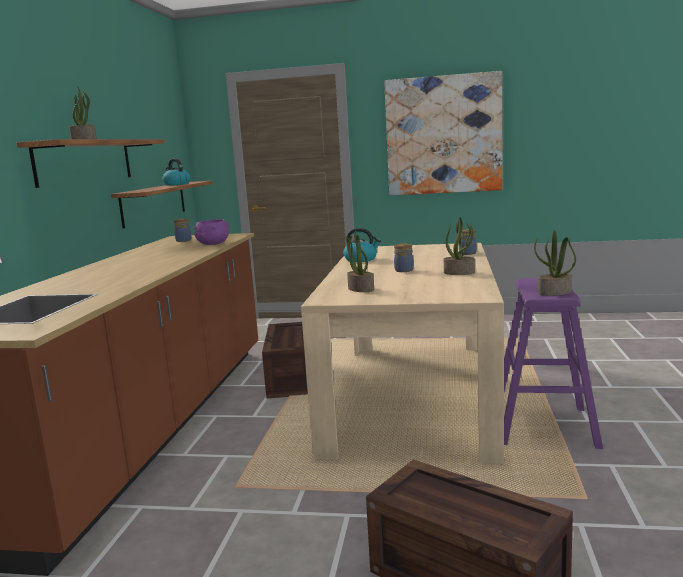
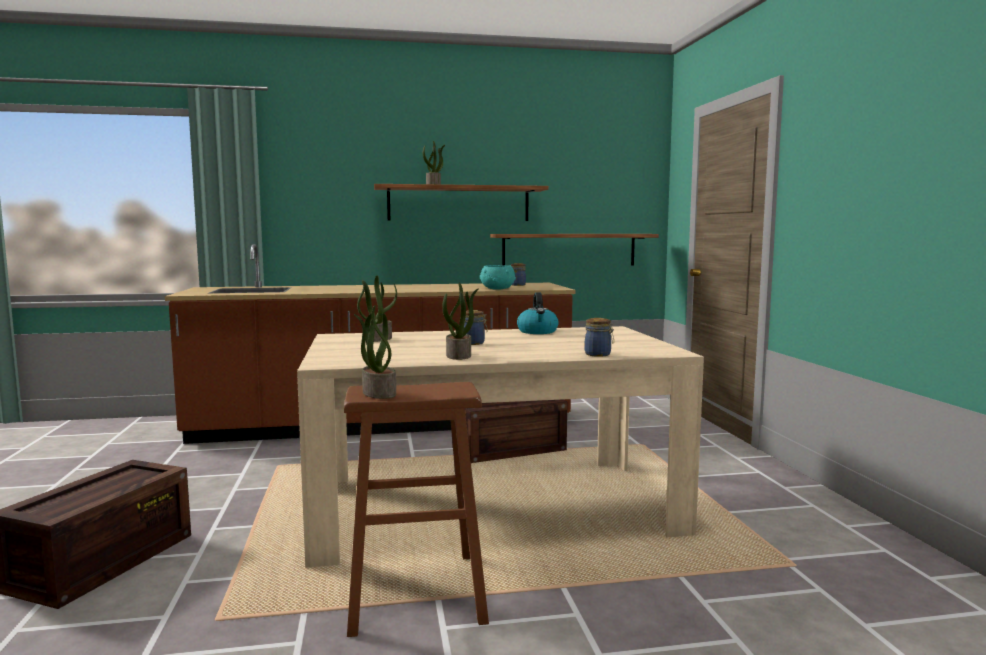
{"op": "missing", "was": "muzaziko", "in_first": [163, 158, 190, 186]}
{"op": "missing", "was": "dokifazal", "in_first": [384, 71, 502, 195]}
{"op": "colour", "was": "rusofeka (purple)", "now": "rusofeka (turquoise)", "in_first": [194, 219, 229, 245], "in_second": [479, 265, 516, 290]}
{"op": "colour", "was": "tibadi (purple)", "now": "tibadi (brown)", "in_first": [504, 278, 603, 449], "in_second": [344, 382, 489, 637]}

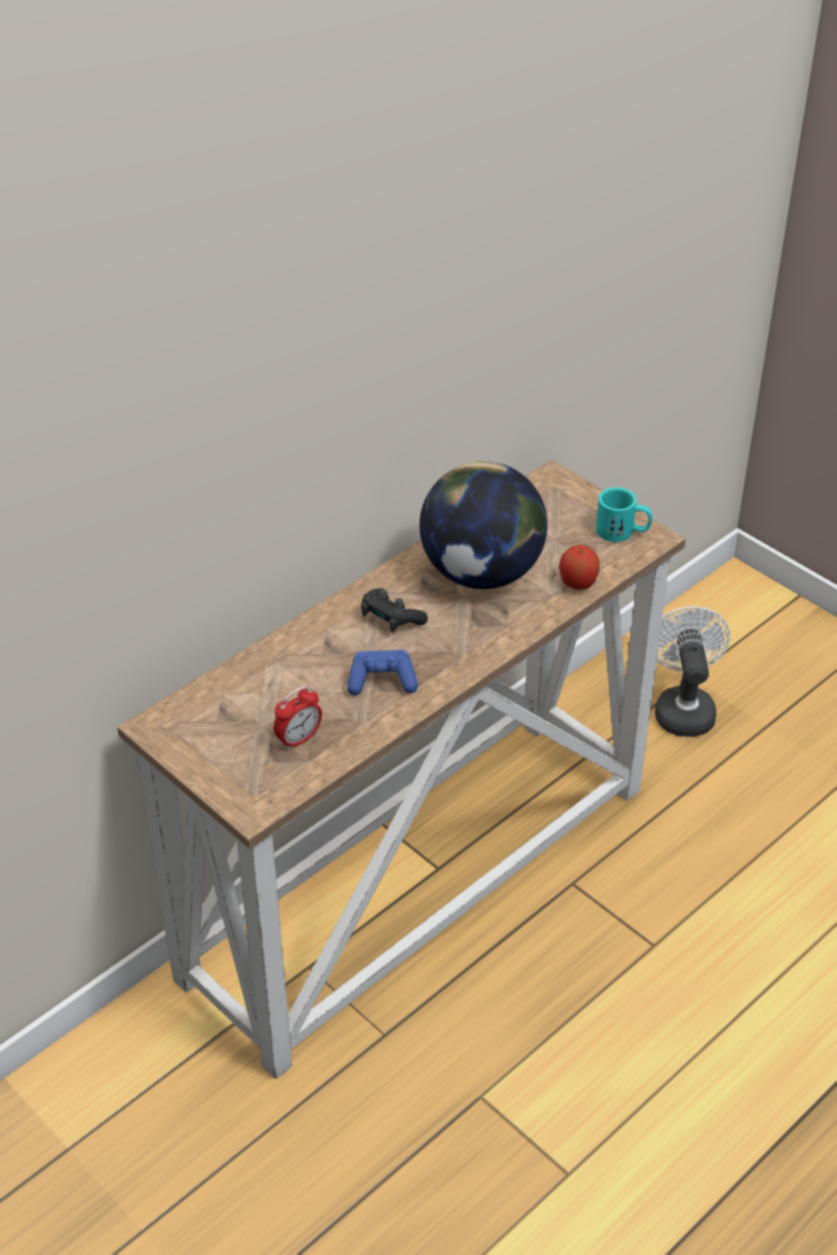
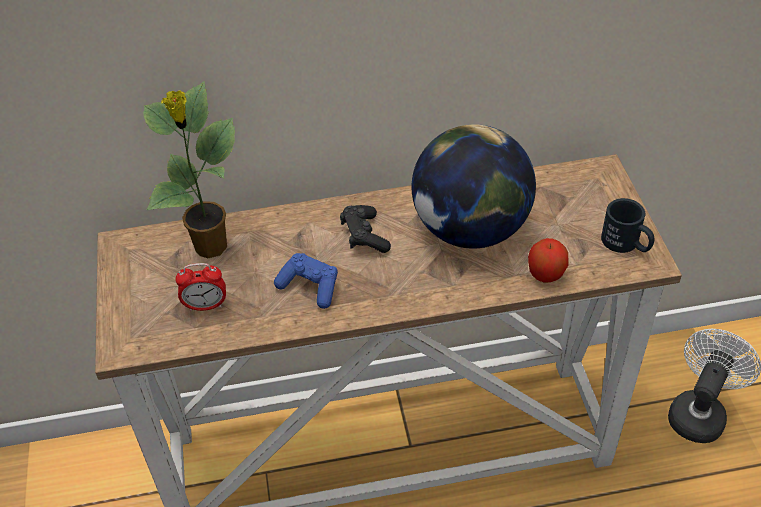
{"op": "appeared", "now": "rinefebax", "in_second": [143, 81, 235, 258]}
{"op": "colour", "was": "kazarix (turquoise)", "now": "kazarix (black)", "in_first": [596, 487, 652, 542], "in_second": [601, 198, 654, 253]}

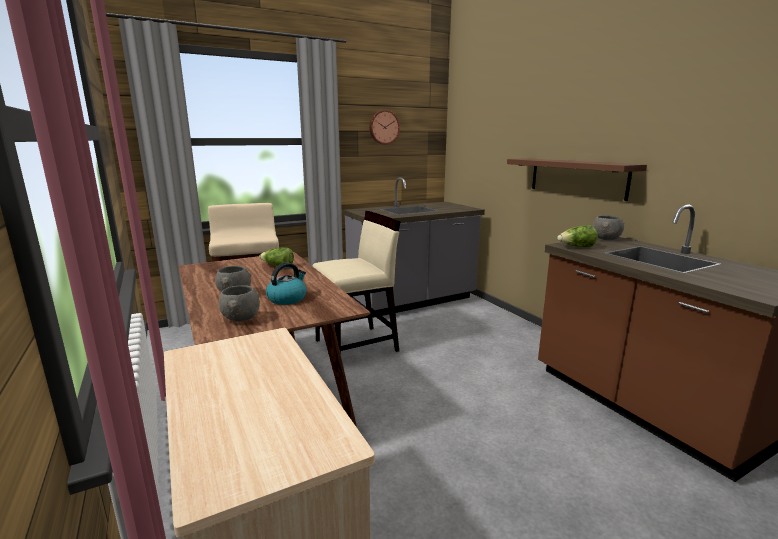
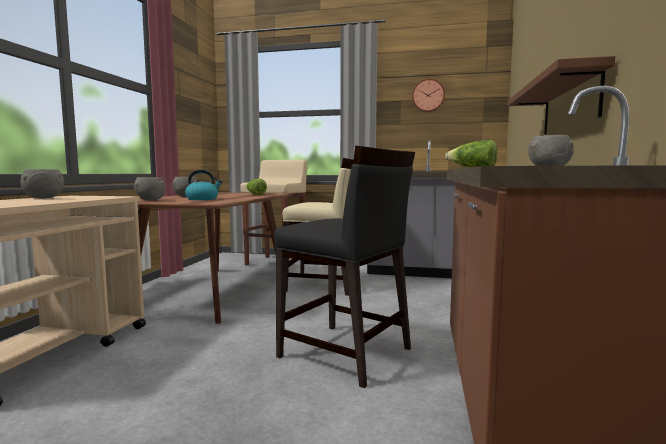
{"op": "appeared", "now": "rusofeka (grey)", "in_second": [20, 169, 64, 199]}
{"op": "appeared", "now": "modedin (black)", "in_second": [274, 146, 415, 388]}

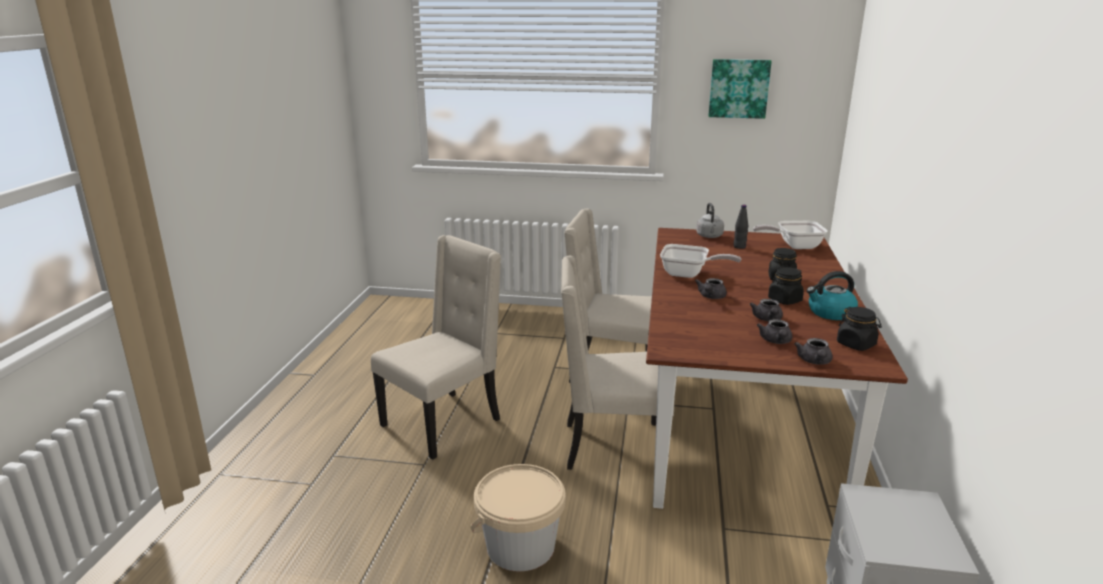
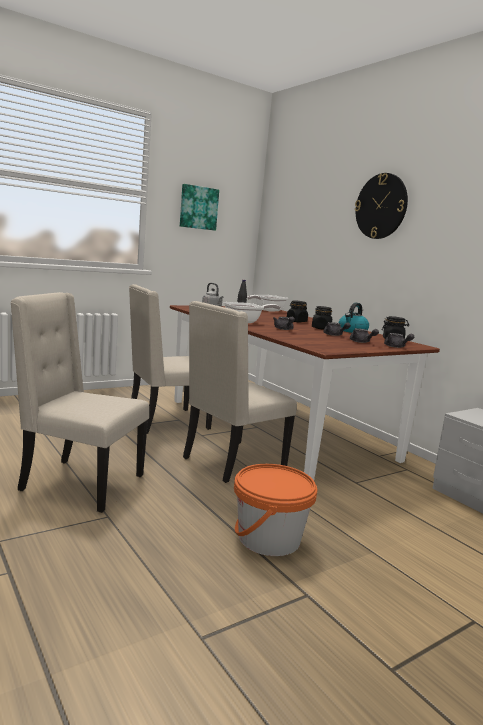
{"op": "appeared", "now": "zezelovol", "in_second": [355, 173, 408, 239]}
{"op": "colour", "was": "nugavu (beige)", "now": "nugavu (orange)", "in_first": [470, 464, 566, 571], "in_second": [234, 464, 318, 556]}
{"op": "spun", "was": "modedin (beige)", "in_first": [371, 235, 501, 460], "in_second": [10, 292, 149, 513], "clockwise": -75}

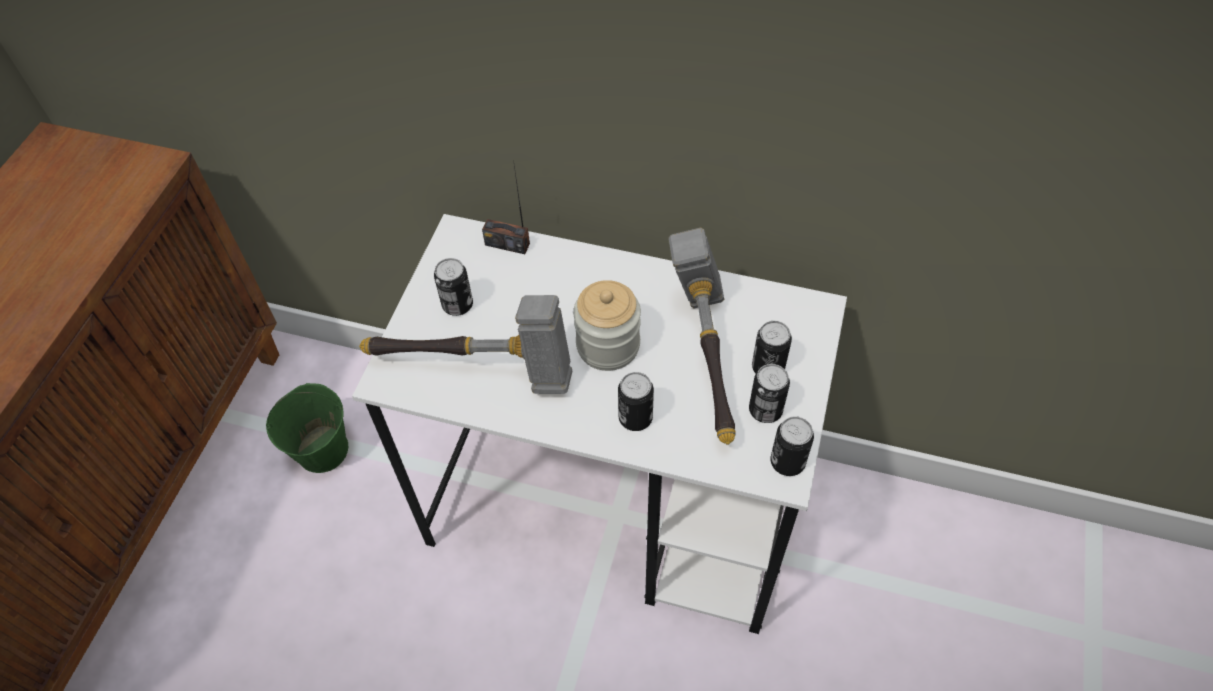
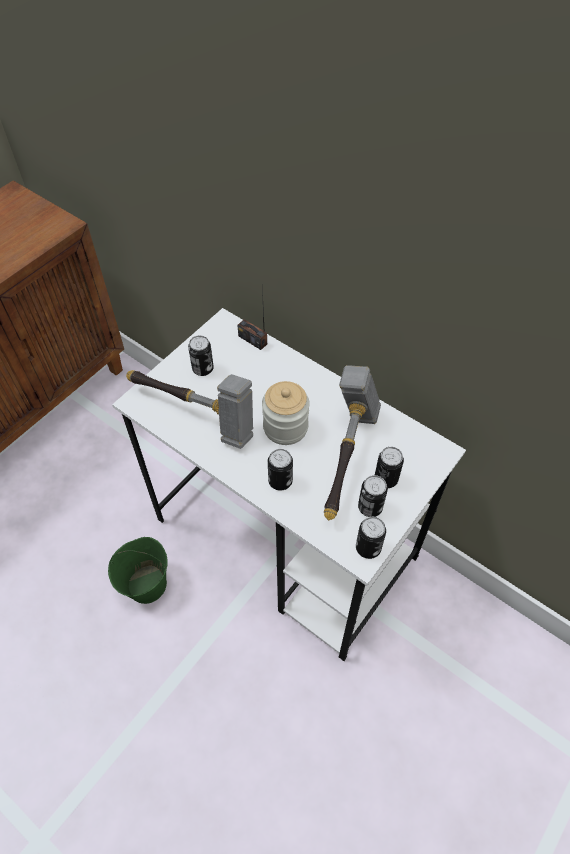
{"op": "relocated", "was": "nugavu (green)", "in_first": [266, 383, 348, 473], "in_second": [108, 537, 168, 604]}

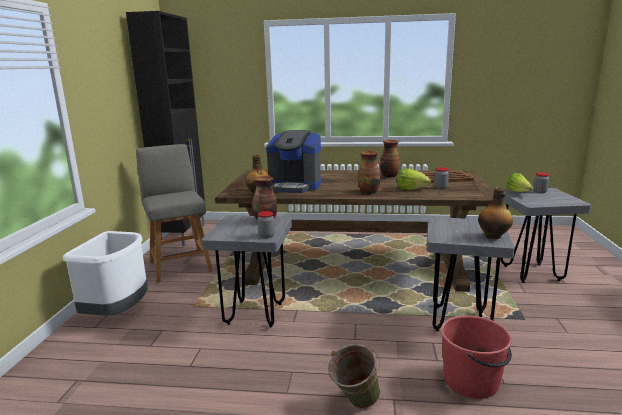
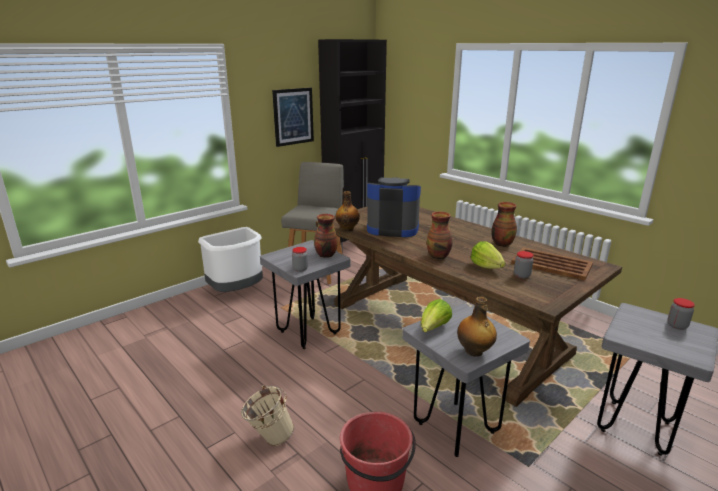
{"op": "appeared", "now": "dokifazal", "in_second": [272, 87, 314, 147]}
{"op": "relocated", "was": "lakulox", "in_first": [507, 173, 534, 192], "in_second": [421, 299, 452, 332]}
{"op": "colour", "was": "nugavu (green)", "now": "nugavu (beige)", "in_first": [328, 344, 380, 409], "in_second": [241, 385, 295, 446]}
{"op": "spun", "was": "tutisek", "in_first": [266, 130, 321, 193], "in_second": [367, 177, 421, 237], "clockwise": 135}

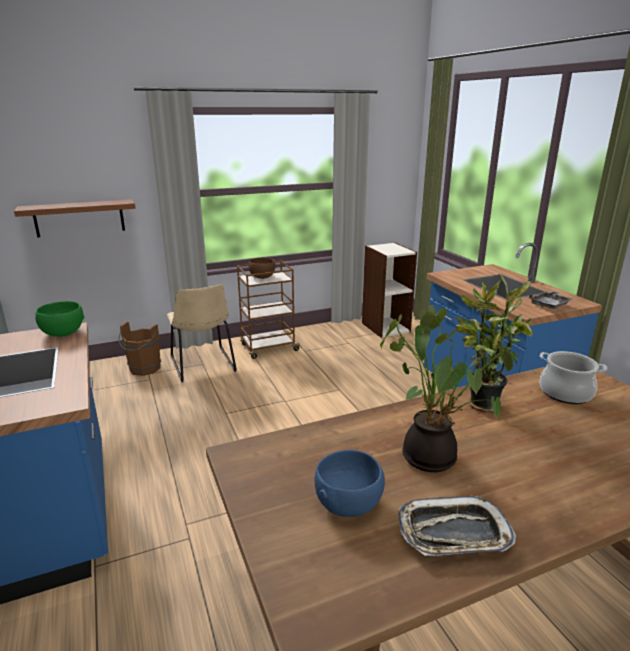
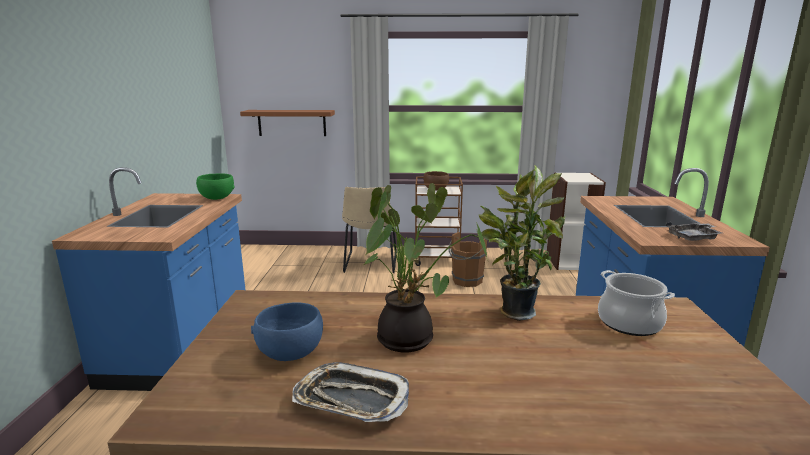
{"op": "relocated", "was": "nugavu (brown)", "in_first": [119, 322, 161, 376], "in_second": [449, 232, 487, 287]}

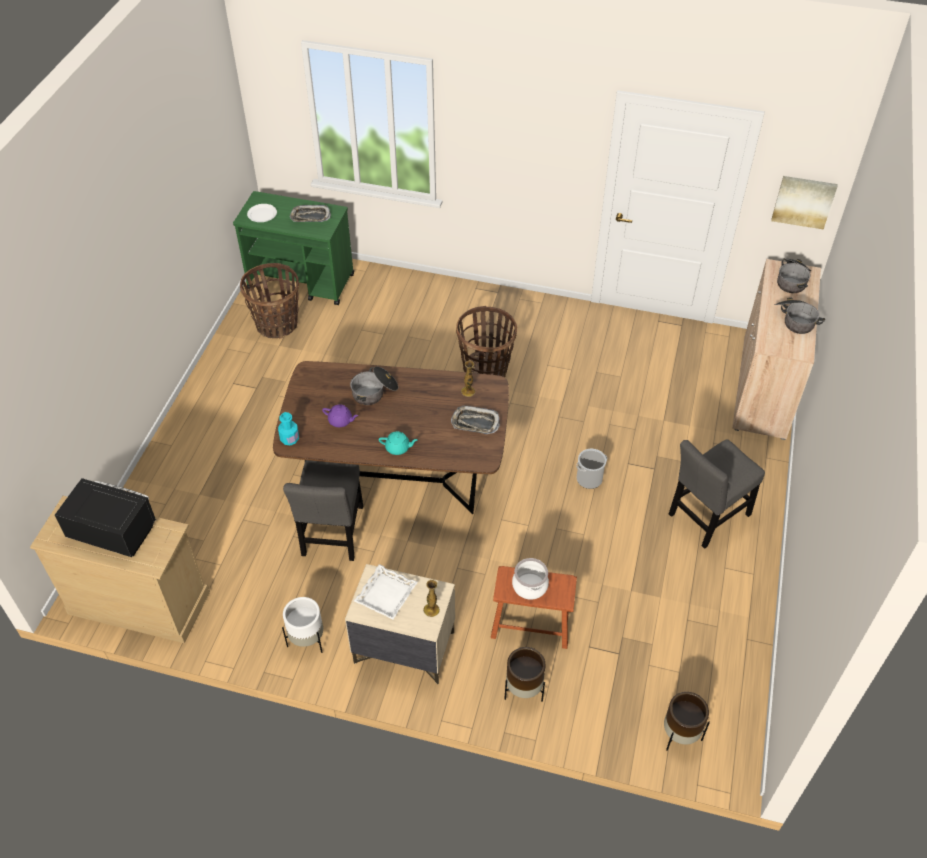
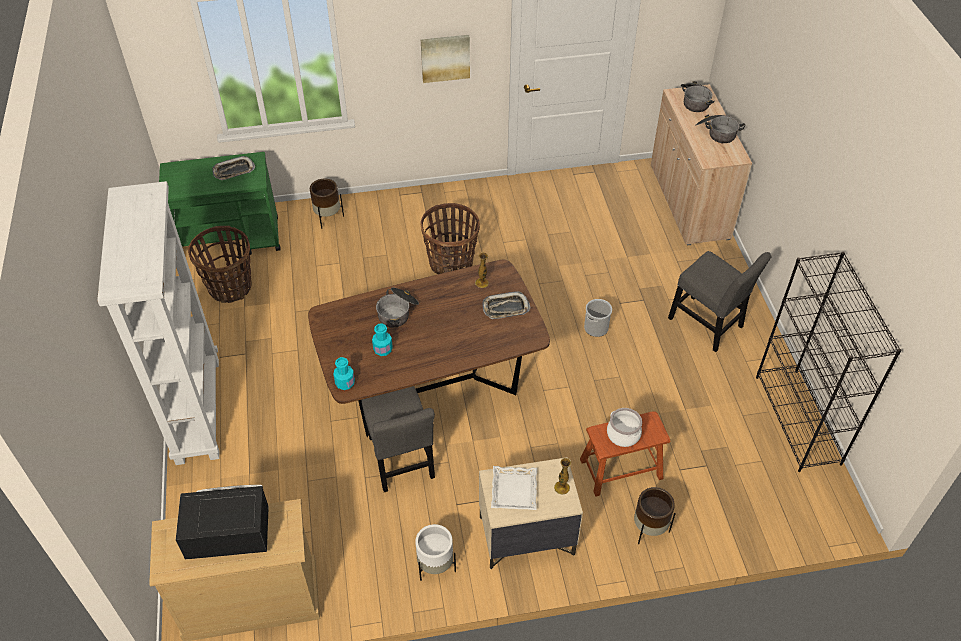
{"op": "missing", "was": "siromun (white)", "in_first": [247, 204, 277, 222]}
{"op": "missing", "was": "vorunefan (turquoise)", "in_first": [379, 431, 418, 455]}
{"op": "appeared", "now": "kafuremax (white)", "in_second": [97, 181, 219, 465]}
{"op": "appeared", "now": "kafuremax (black)", "in_second": [756, 252, 902, 472]}
{"op": "relocated", "was": "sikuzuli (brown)", "in_first": [664, 692, 710, 751], "in_second": [310, 179, 344, 229]}
{"op": "relocated", "was": "dokifazal", "in_first": [771, 176, 837, 230], "in_second": [421, 35, 470, 83]}
{"op": "exchanged", "was": "vorunefan (purple)", "now": "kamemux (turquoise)", "in_first": [322, 404, 358, 427], "in_second": [372, 323, 393, 356]}
{"op": "spun", "was": "modedin (grey)", "in_first": [669, 439, 765, 549], "in_second": [668, 251, 771, 352], "clockwise": -75}

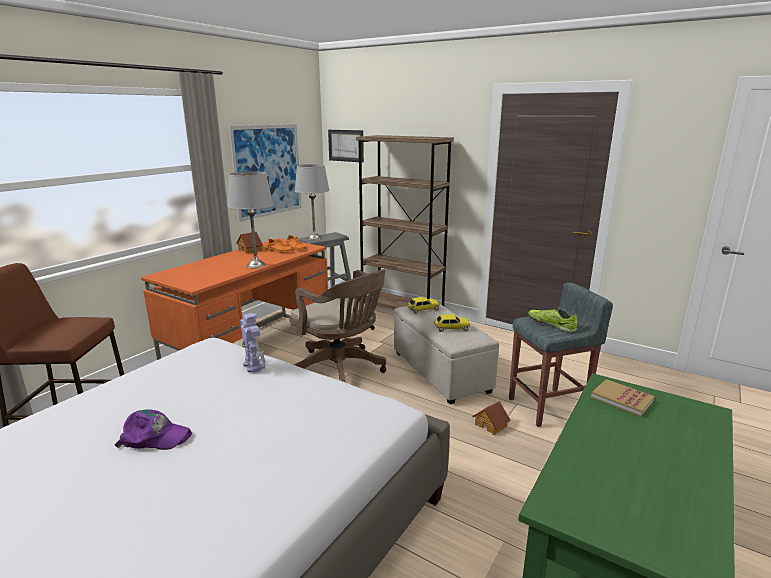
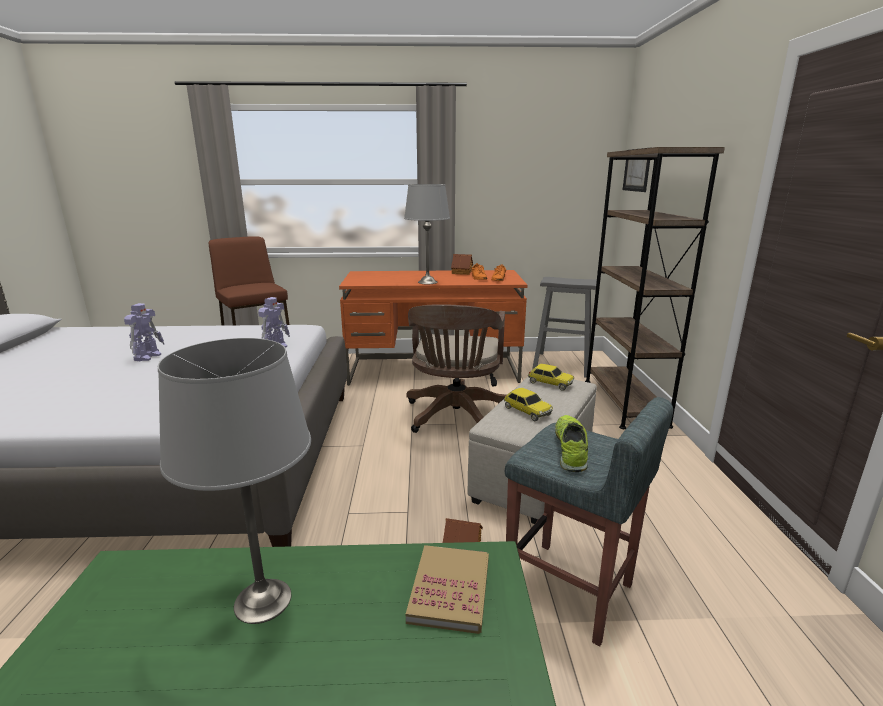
{"op": "missing", "was": "dokifazal", "in_first": [229, 124, 301, 222]}
{"op": "relocated", "was": "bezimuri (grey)", "in_first": [295, 164, 330, 240], "in_second": [158, 338, 311, 624]}
{"op": "exchanged", "was": "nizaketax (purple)", "now": "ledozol", "in_first": [115, 409, 192, 450], "in_second": [124, 303, 164, 361]}

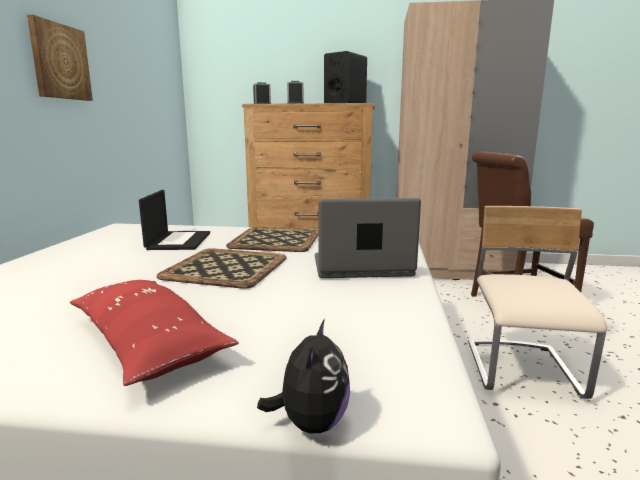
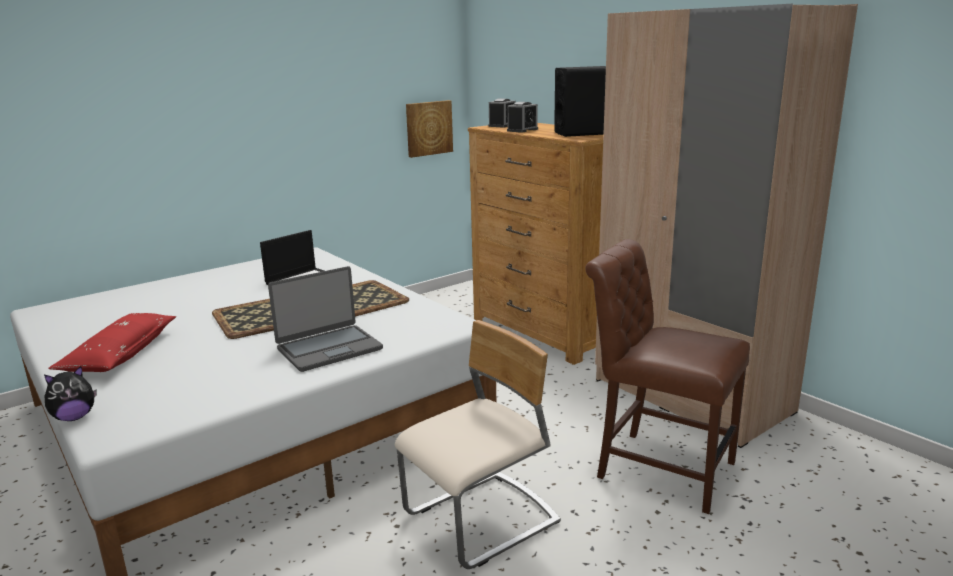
{"op": "relocated", "was": "dokifazal", "in_first": [27, 15, 93, 101], "in_second": [406, 100, 453, 158]}
{"op": "spun", "was": "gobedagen", "in_first": [315, 198, 421, 278], "in_second": [268, 266, 383, 372], "clockwise": 105}

